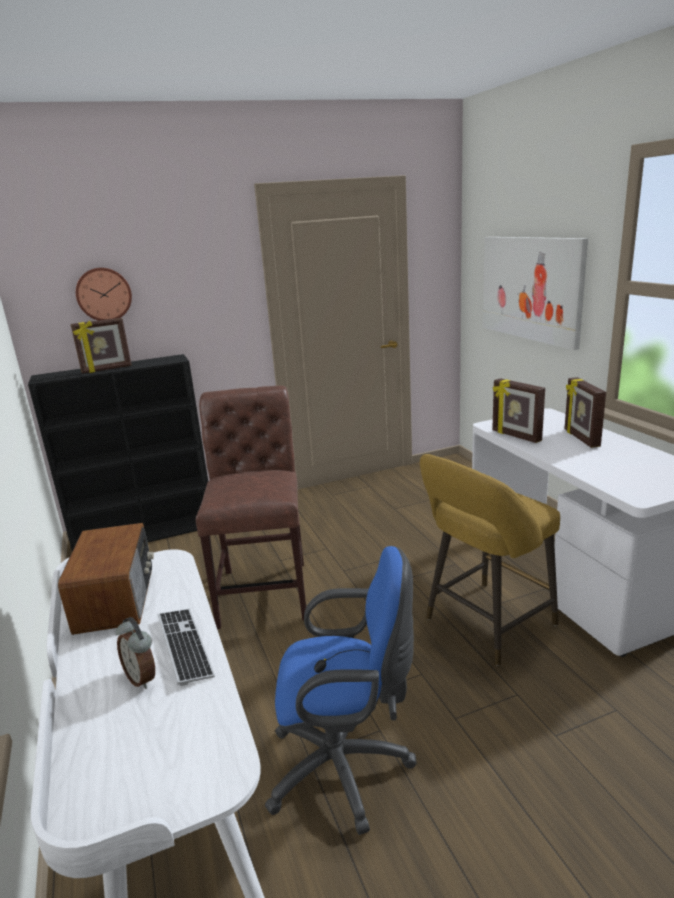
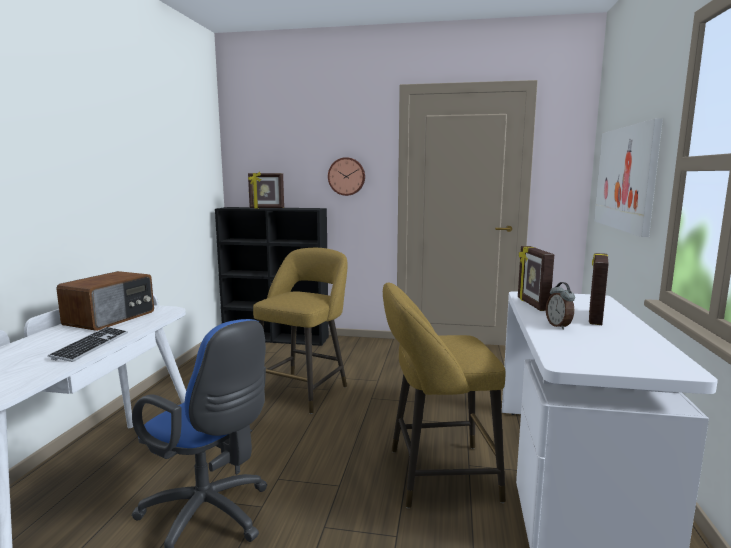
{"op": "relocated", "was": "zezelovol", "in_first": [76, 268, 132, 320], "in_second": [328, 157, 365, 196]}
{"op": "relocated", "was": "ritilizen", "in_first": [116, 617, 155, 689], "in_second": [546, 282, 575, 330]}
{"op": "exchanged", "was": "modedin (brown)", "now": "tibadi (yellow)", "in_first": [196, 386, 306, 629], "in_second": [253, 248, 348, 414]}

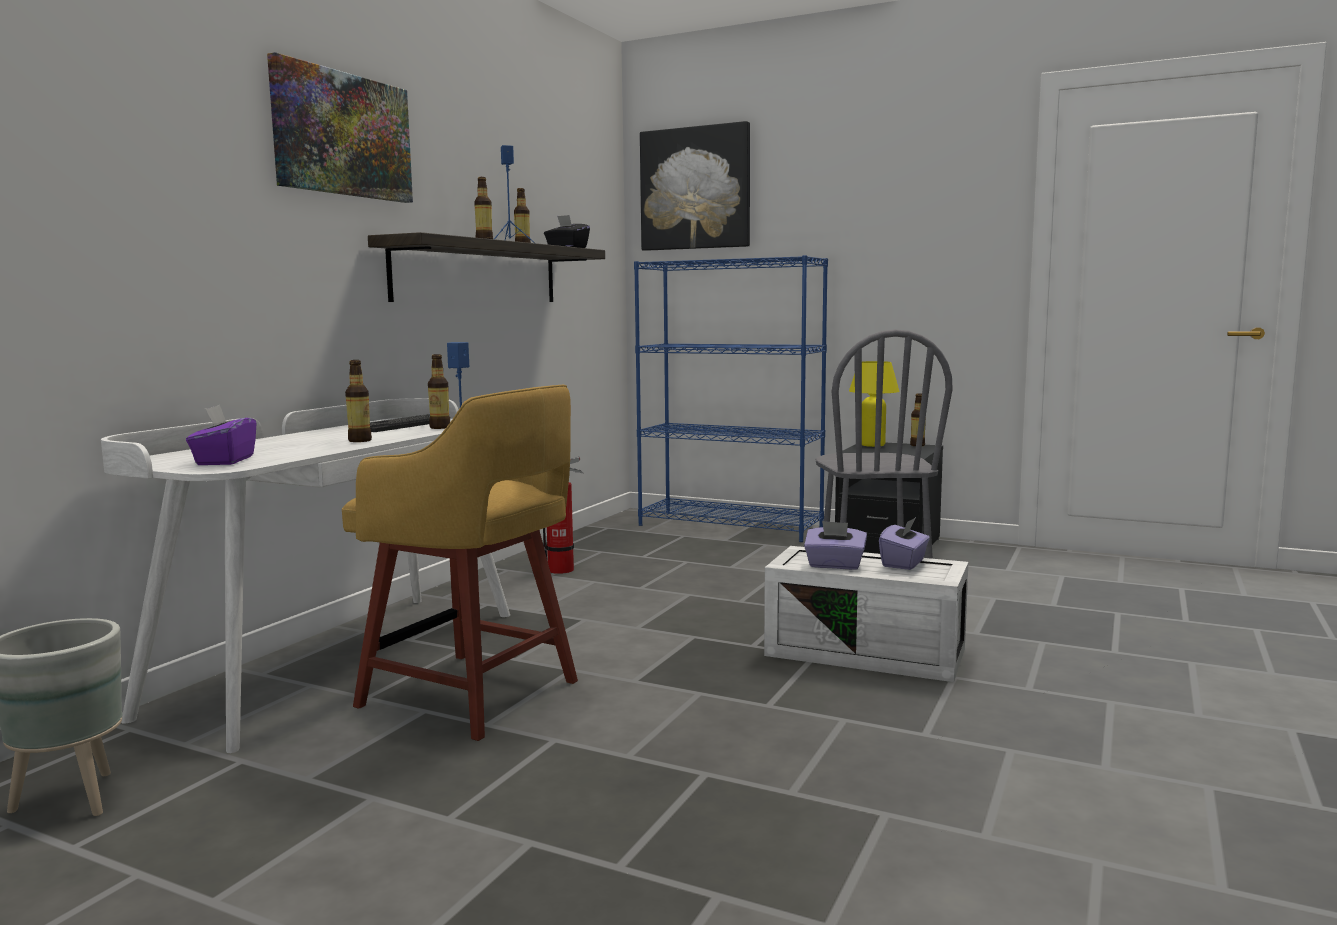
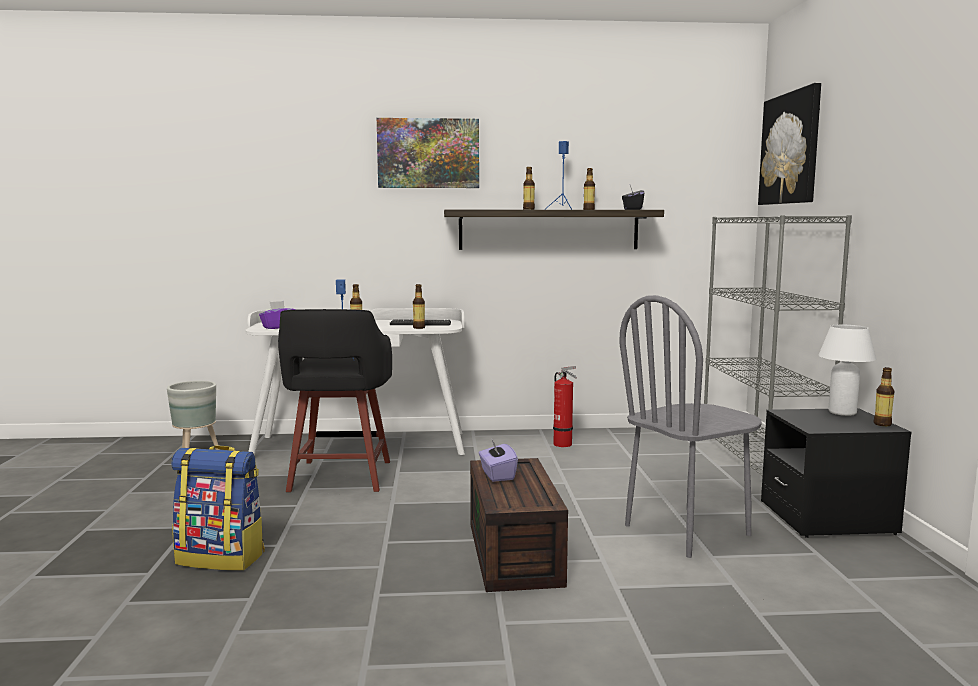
{"op": "missing", "was": "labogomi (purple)", "in_first": [879, 517, 930, 570]}
{"op": "appeared", "now": "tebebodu", "in_second": [171, 445, 265, 571]}
{"op": "colour", "was": "tibadi (yellow)", "now": "tibadi (black)", "in_first": [342, 385, 578, 741], "in_second": [278, 309, 392, 492]}
{"op": "colour", "was": "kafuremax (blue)", "now": "kafuremax (grey)", "in_first": [634, 255, 828, 542], "in_second": [704, 215, 852, 476]}
{"op": "colour", "was": "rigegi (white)", "now": "rigegi (brown)", "in_first": [764, 546, 968, 682], "in_second": [470, 458, 568, 592]}
{"op": "colour", "was": "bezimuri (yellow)", "now": "bezimuri (white)", "in_first": [849, 361, 900, 447], "in_second": [818, 325, 876, 416]}

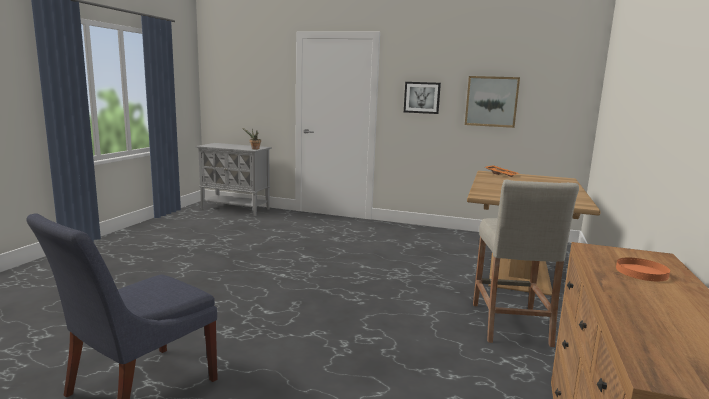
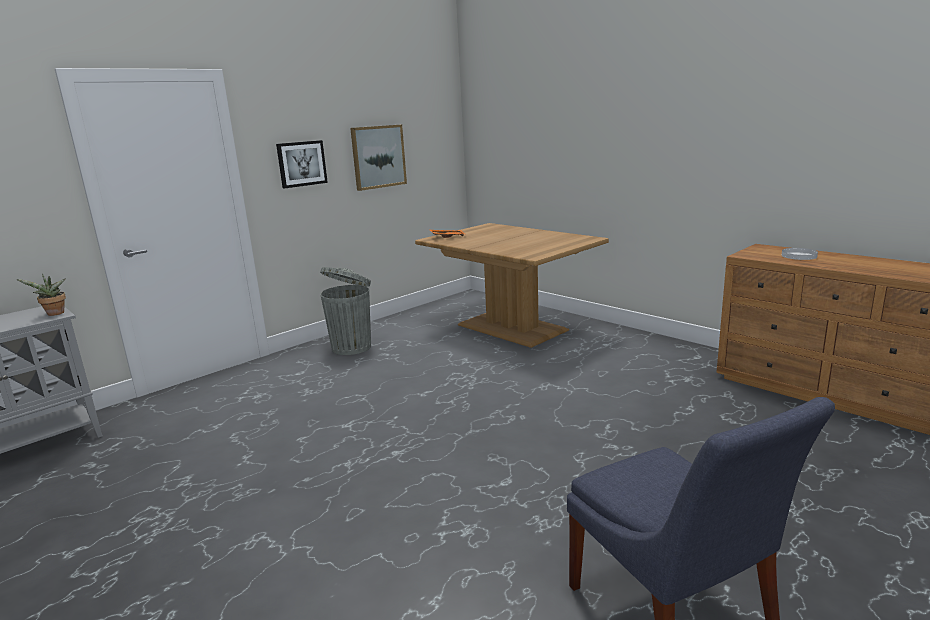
{"op": "missing", "was": "tibadi (beige)", "in_first": [473, 179, 579, 347]}
{"op": "appeared", "now": "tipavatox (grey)", "in_second": [320, 267, 371, 355]}
{"op": "colour", "was": "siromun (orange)", "now": "siromun (white)", "in_first": [616, 258, 670, 281], "in_second": [782, 248, 818, 260]}

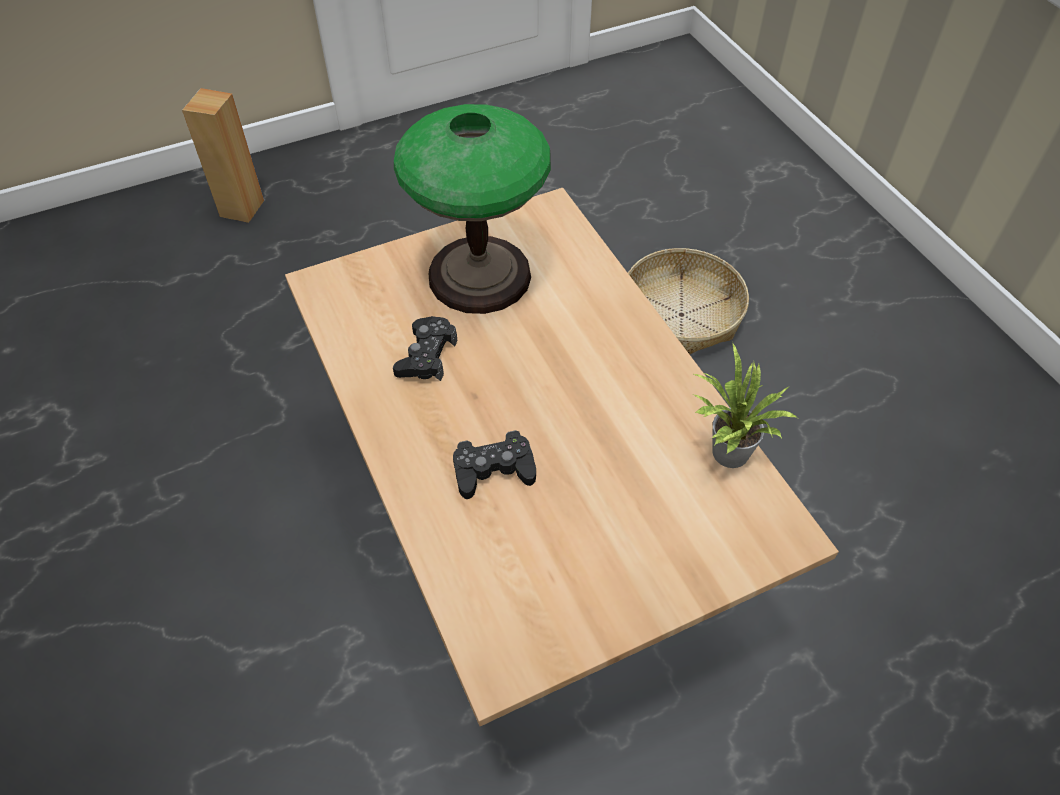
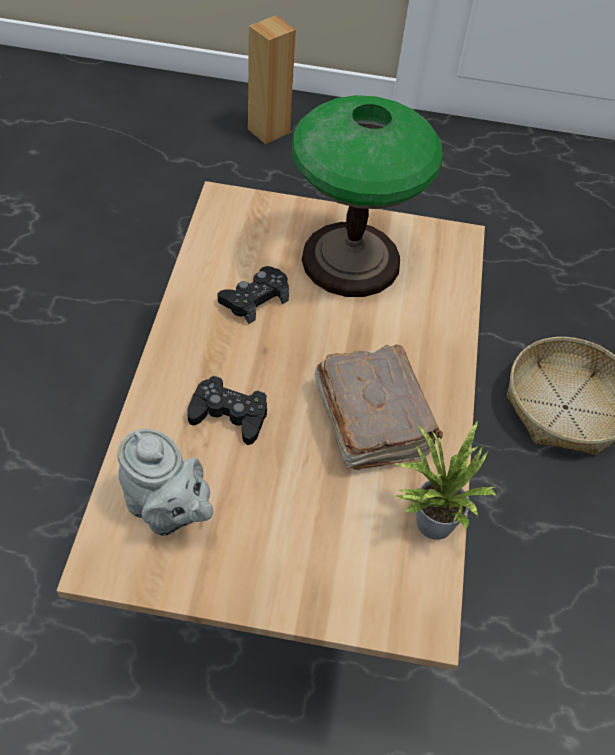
{"op": "appeared", "now": "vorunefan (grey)", "in_second": [118, 429, 213, 536]}
{"op": "appeared", "now": "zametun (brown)", "in_second": [314, 344, 443, 470]}

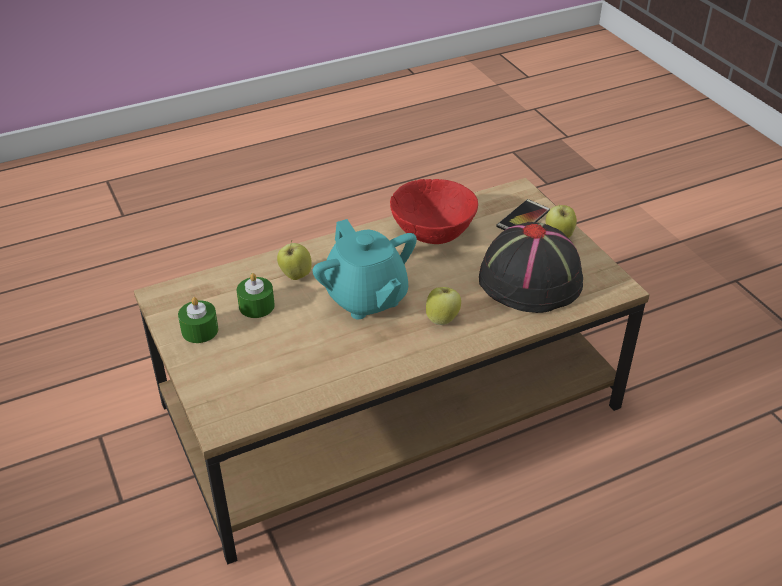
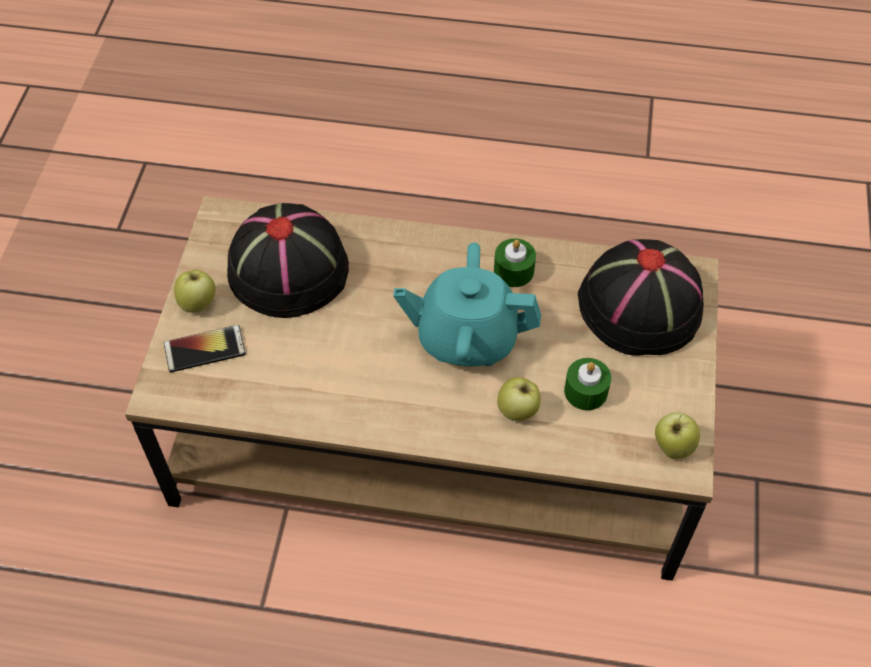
{"op": "missing", "was": "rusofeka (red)", "in_first": [390, 179, 478, 244]}
{"op": "appeared", "now": "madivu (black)", "in_second": [578, 239, 704, 356]}
{"op": "relocated", "was": "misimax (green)", "in_first": [178, 297, 218, 343], "in_second": [494, 239, 536, 287]}
{"op": "relocated", "was": "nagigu", "in_first": [426, 287, 461, 325], "in_second": [655, 412, 700, 459]}
{"op": "spun", "was": "vorunefan (turquoise)", "in_first": [313, 219, 417, 319], "in_second": [393, 243, 541, 366], "clockwise": -90}

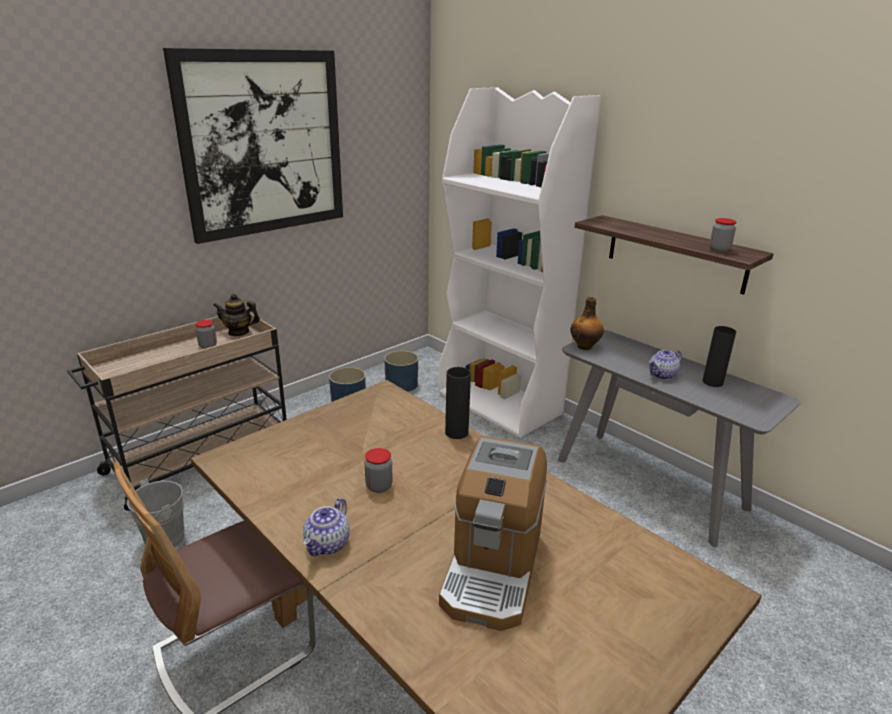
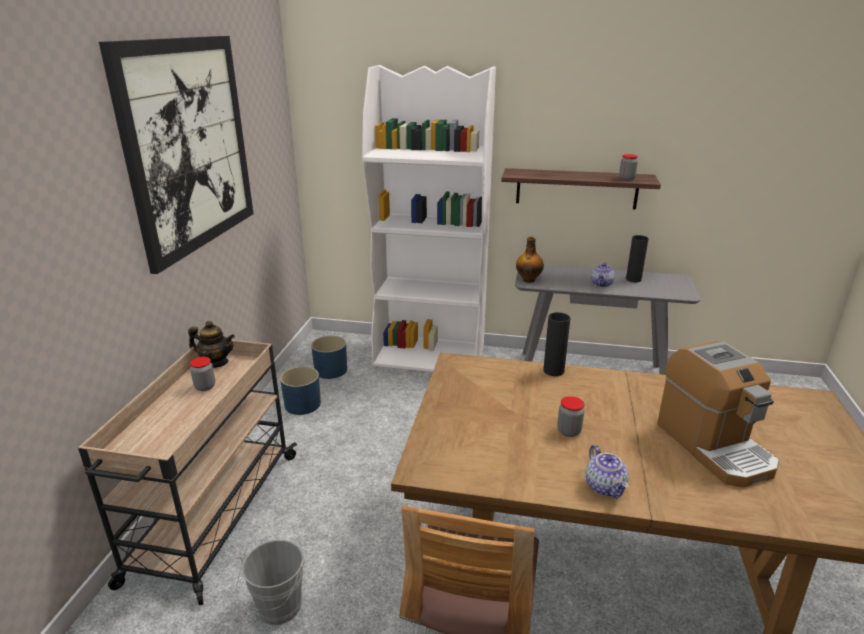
{"op": "spun", "was": "vorunefan", "in_first": [213, 294, 260, 336], "in_second": [188, 321, 235, 368], "clockwise": -135}

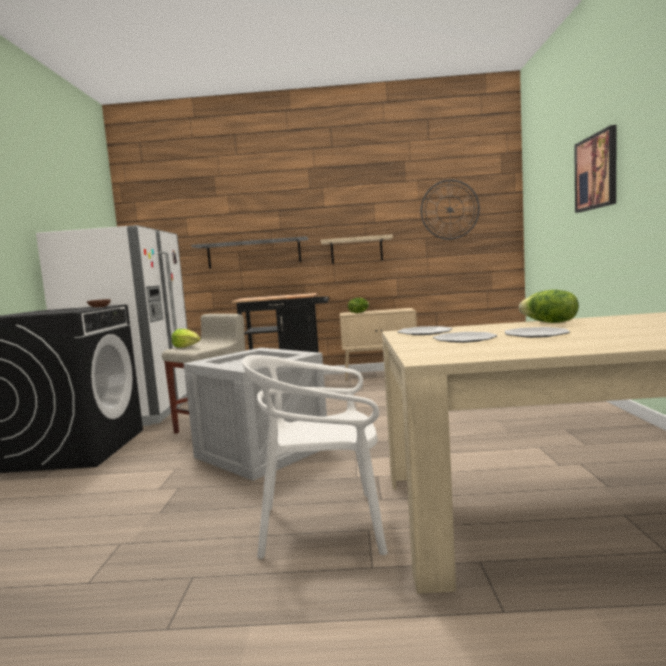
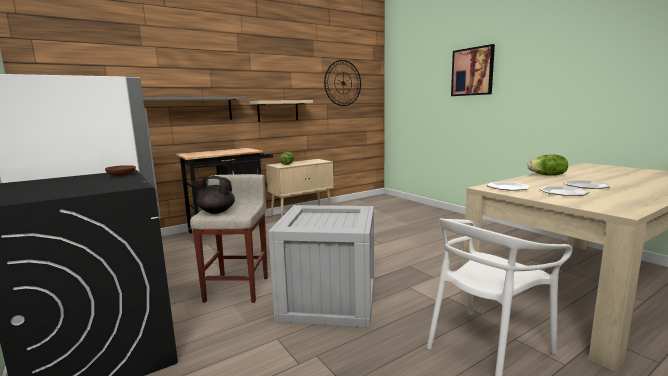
{"op": "exchanged", "was": "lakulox", "now": "vorunefan (black)", "in_first": [171, 329, 200, 348], "in_second": [190, 176, 235, 214]}

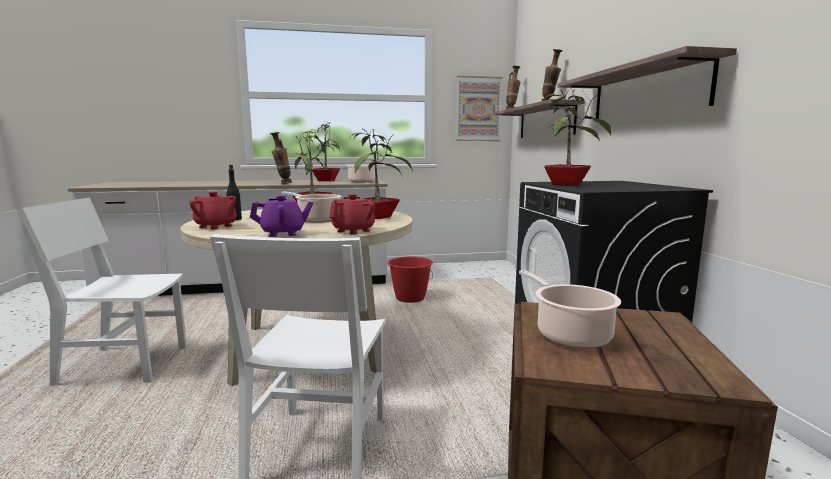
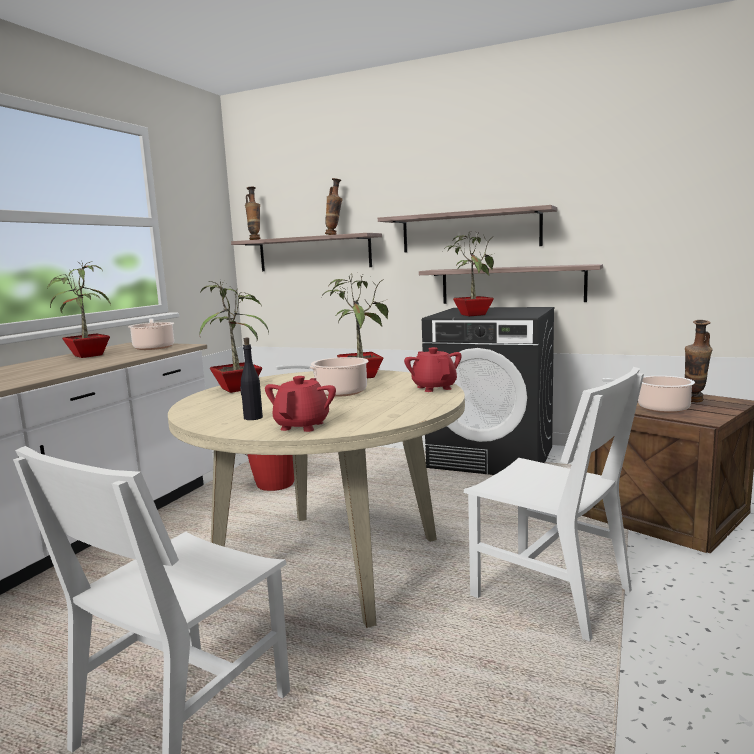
{"op": "missing", "was": "vorunefan (purple)", "in_first": [250, 196, 313, 237]}
{"op": "missing", "was": "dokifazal", "in_first": [456, 76, 502, 141]}
{"op": "appeared", "now": "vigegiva", "in_second": [419, 264, 603, 304]}
{"op": "relocated", "was": "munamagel", "in_first": [270, 132, 292, 184], "in_second": [685, 320, 713, 402]}
{"op": "spun", "was": "vorunefan (red)", "in_first": [190, 192, 237, 229], "in_second": [265, 376, 336, 432], "clockwise": -45}

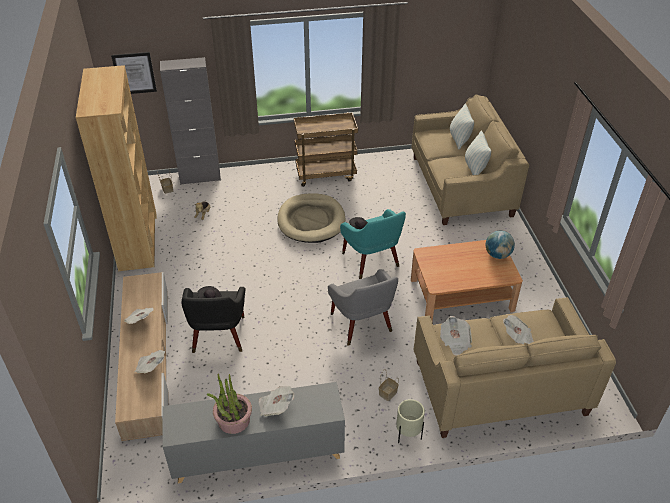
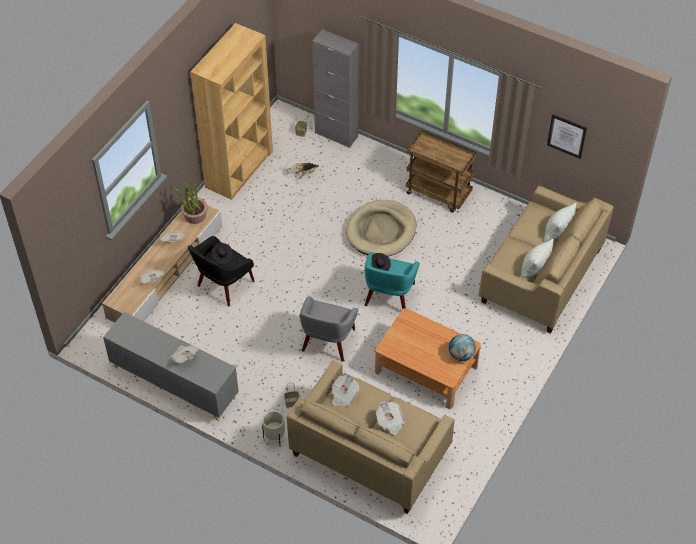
{"op": "relocated", "was": "dokifazal", "in_first": [111, 52, 157, 94], "in_second": [547, 114, 587, 159]}
{"op": "relocated", "was": "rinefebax", "in_first": [206, 373, 252, 434], "in_second": [173, 180, 208, 224]}

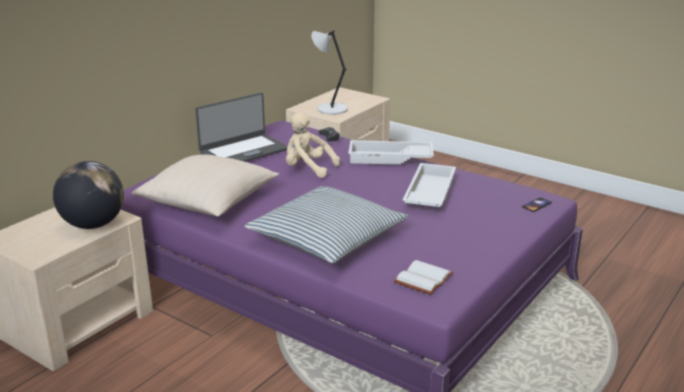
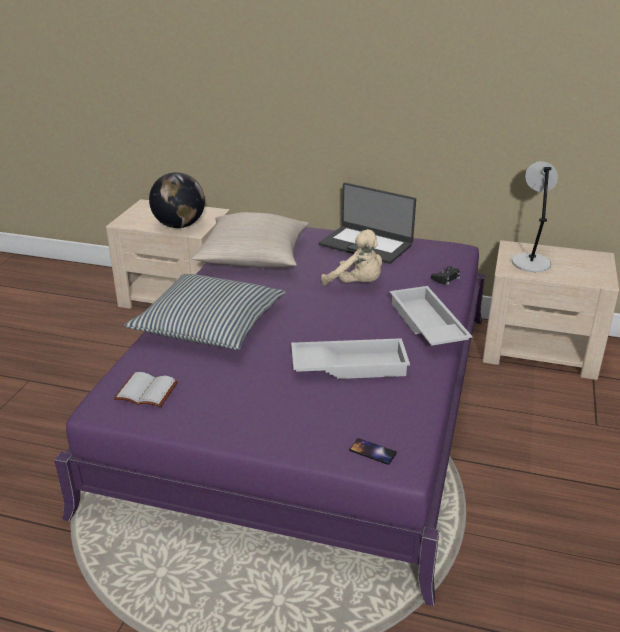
{"op": "spun", "was": "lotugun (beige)", "in_first": [286, 113, 340, 178], "in_second": [321, 229, 382, 286], "clockwise": 120}

